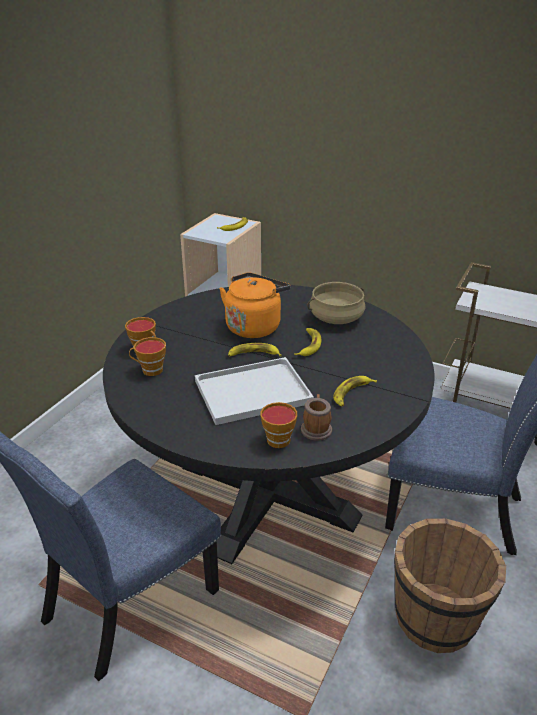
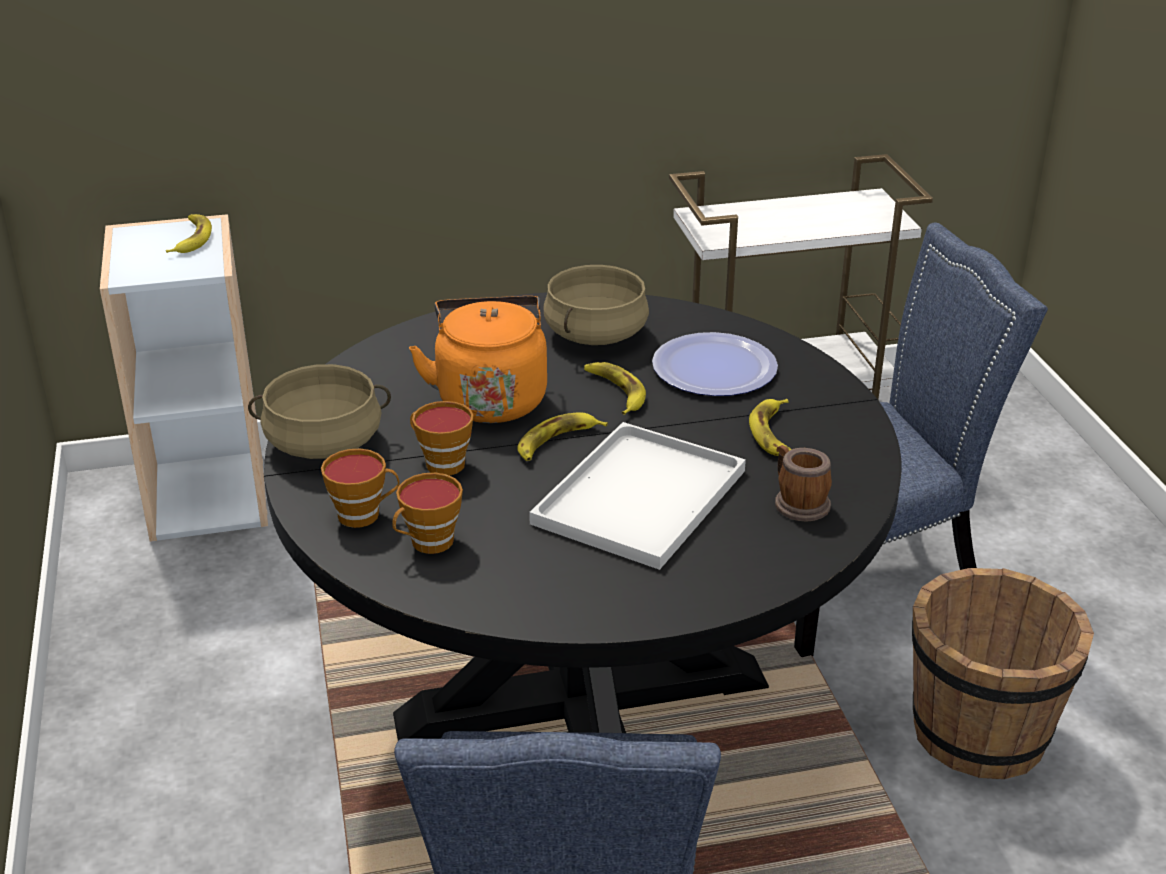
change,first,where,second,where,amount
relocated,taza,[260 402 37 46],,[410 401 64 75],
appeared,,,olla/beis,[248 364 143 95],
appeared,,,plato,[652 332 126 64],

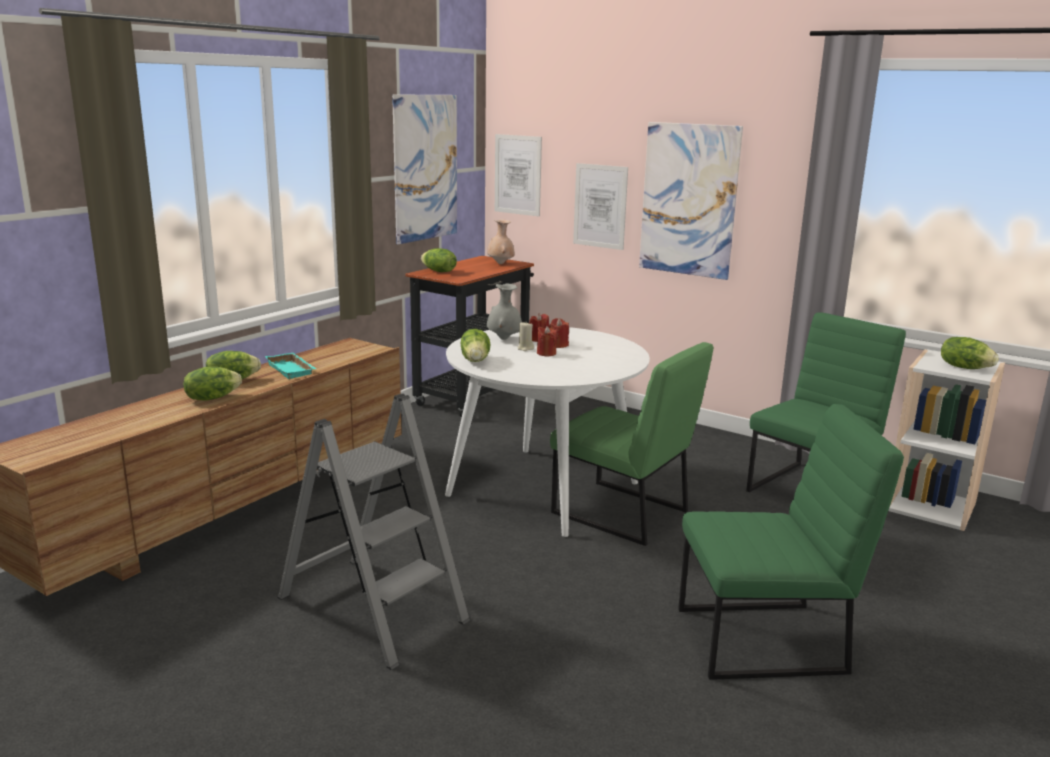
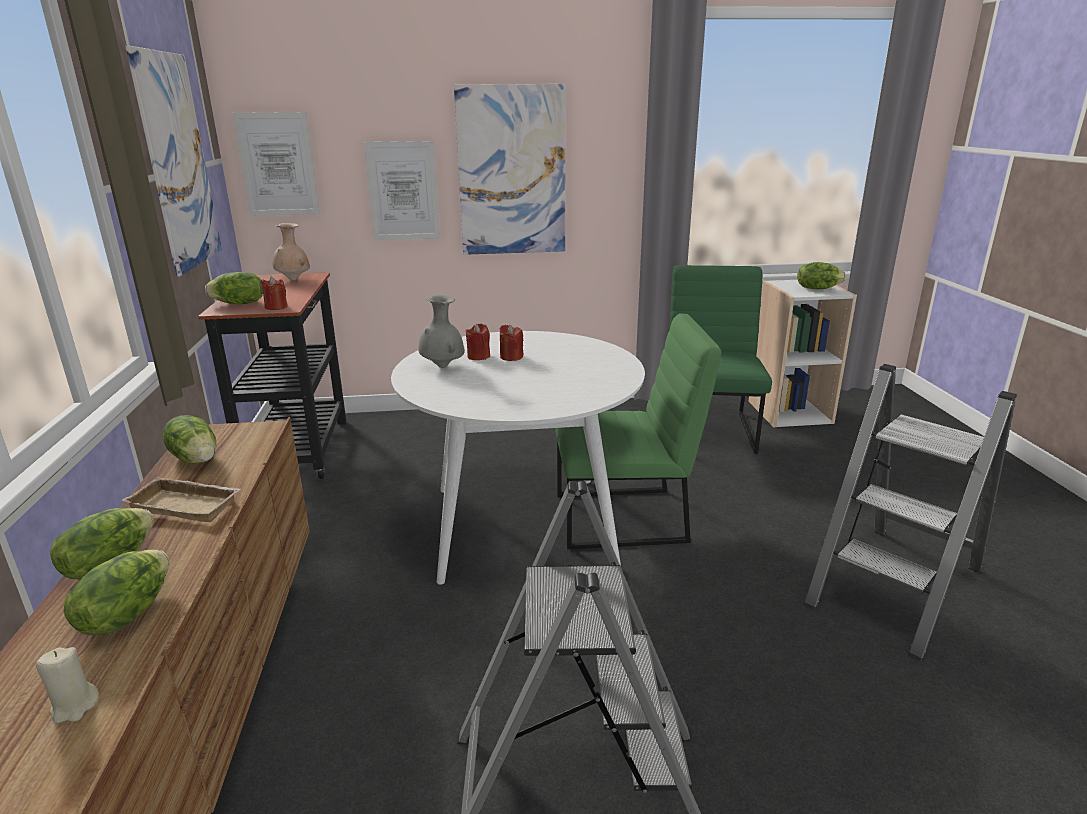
change,first,where,second,where,amount
colour,bandeja/turquesa,[265 353 51 26],bandeja/beis,[121 477 120 45],
relocated,lechuga,[461 329 29 33],,[163 415 54 48],
relocated,vela/beis,[518 322 16 29],,[36 647 63 76],
relocated,vela/rojo,[537 326 20 30],,[261 277 26 33],
exchanged,silla/verde,[678 404 226 276],escalera de tijera/gris,[804 364 213 297],

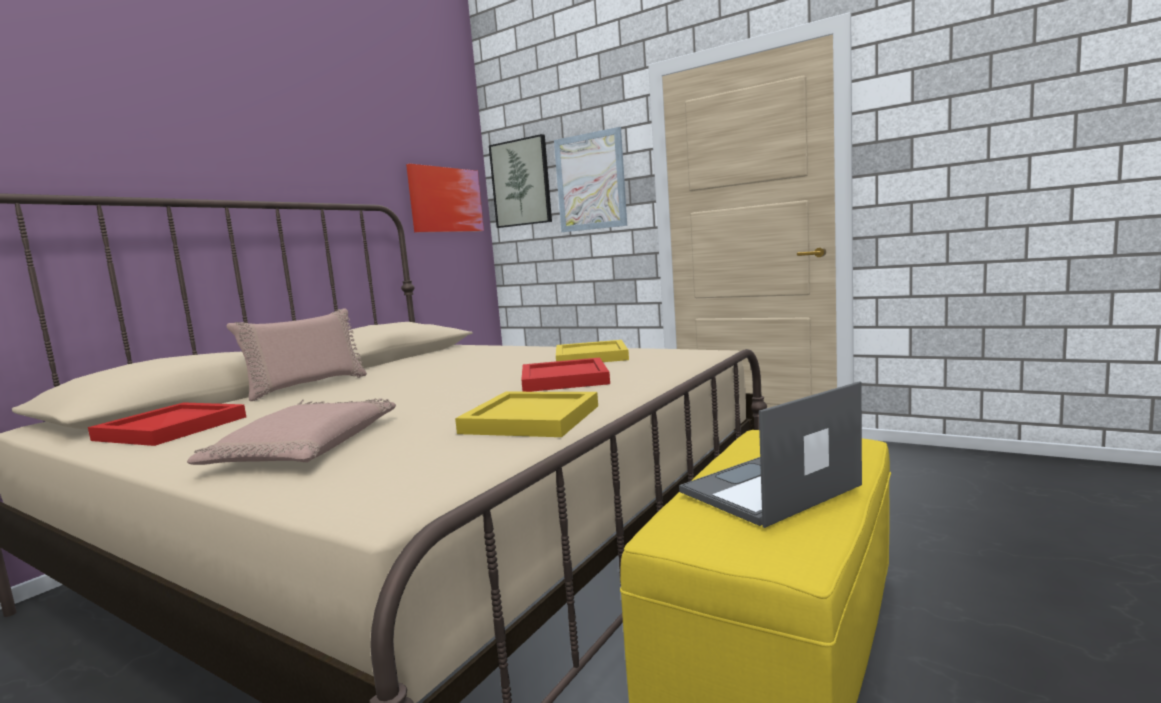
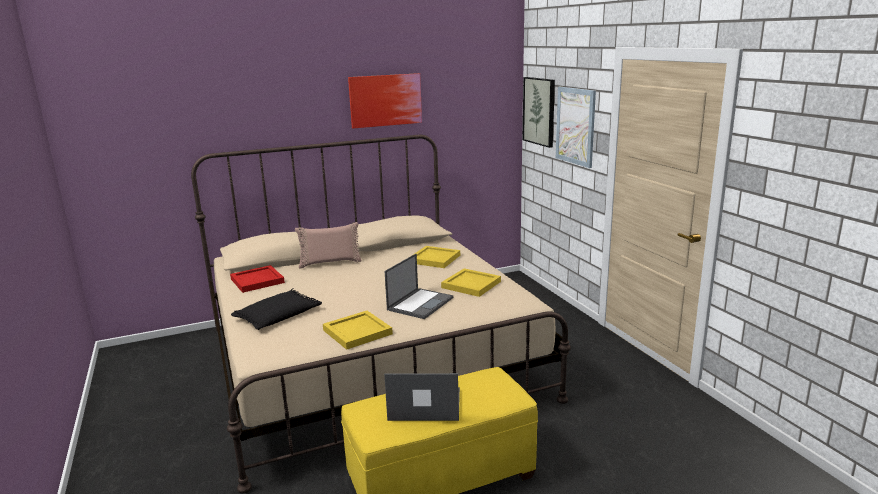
change,first,where,second,where,amount
colour,cojín/beis,[187 398 209 67],cojín/negro,[231 288 91 42],
relocated,cuadro,[406 164 78 68],,[348 73 74 56],
exchanged,bandeja/rojo,[521 358 89 34],portátil,[385 253 68 66],
appeared,,,bandeja/amarillo,[413 246 47 22],

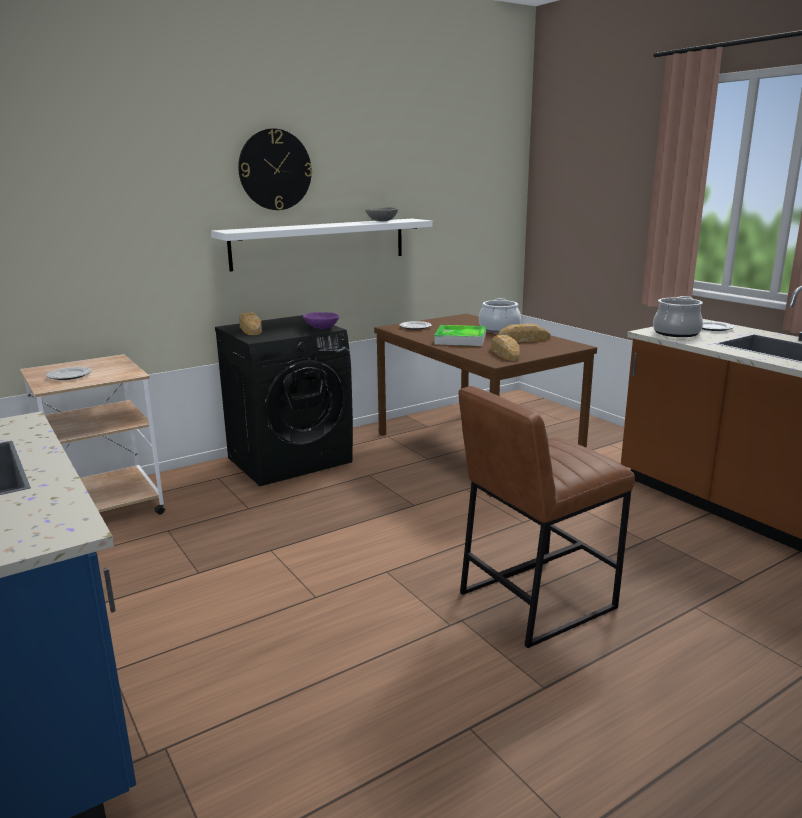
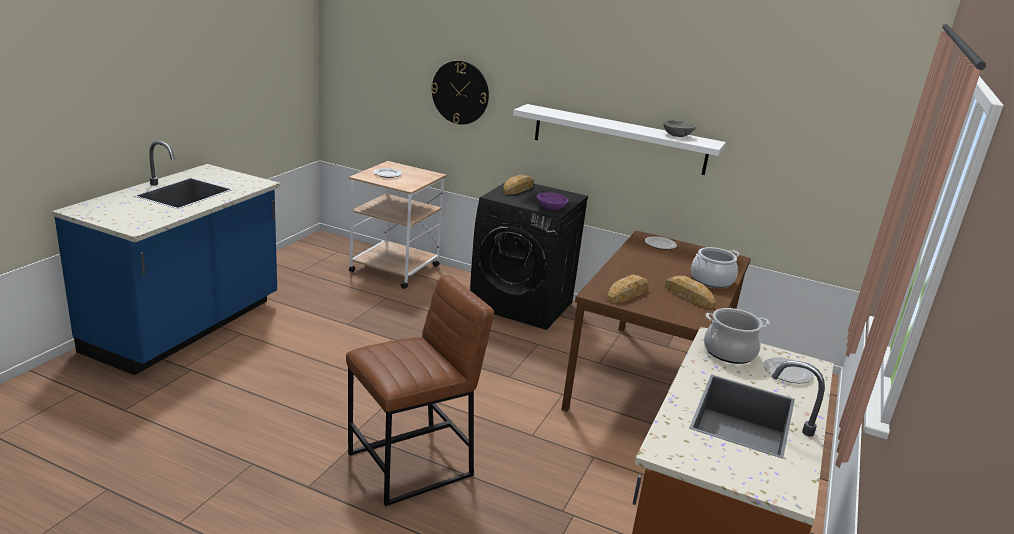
change,first,where,second,where,amount
relocated,reloj de pared,[238 128 74 82],,[431 61 58 64],
missing,bandeja,[434 325 52 21],,,
spun,silla/marrón,[459 386 176 262],,[346 275 148 231],120 degrees clockwise

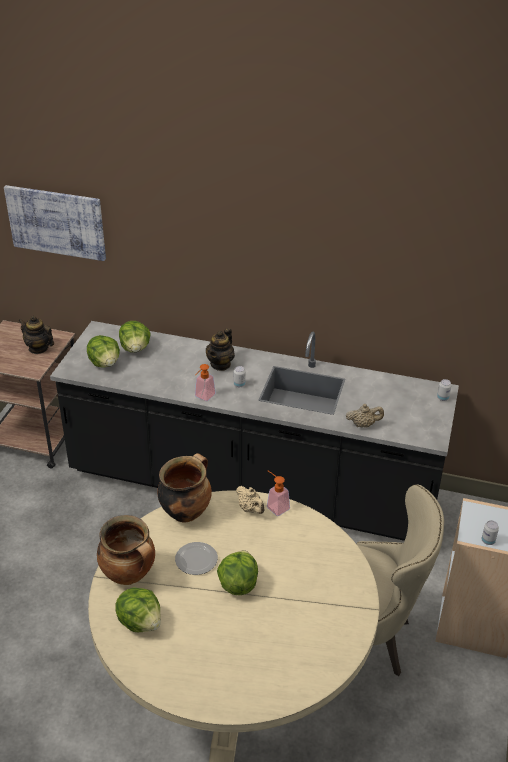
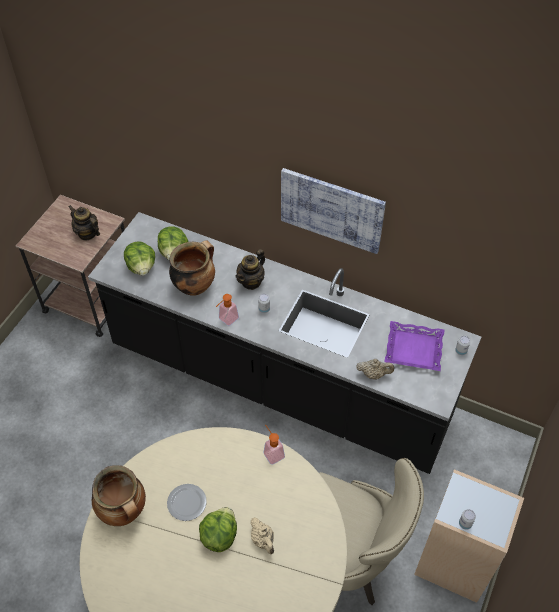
change,first,where,second,where,amount
relocated,cuadro,[4 185 102 76],,[281 168 105 86],
missing,lechuga,[115 587 46 45],,,
relocated,olla,[157 453 55 69],,[169 240 46 56],
relocated,tetera/beis,[236 486 28 28],,[250 517 24 37],
appeared,,,bandeja/morado,[384 321 61 50],

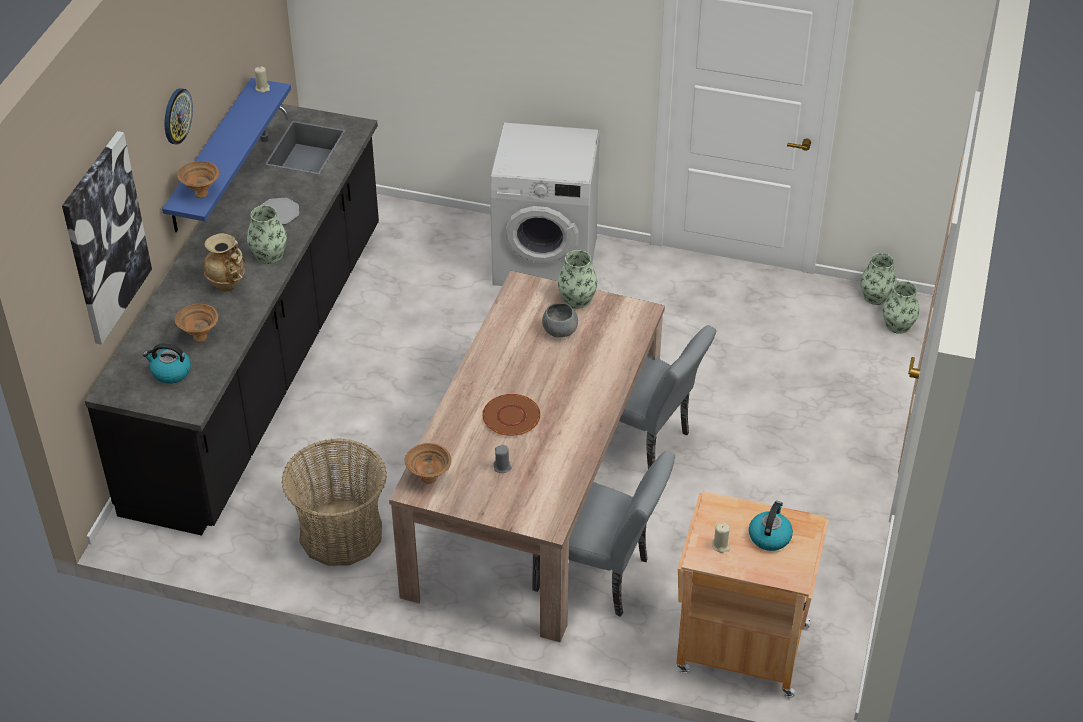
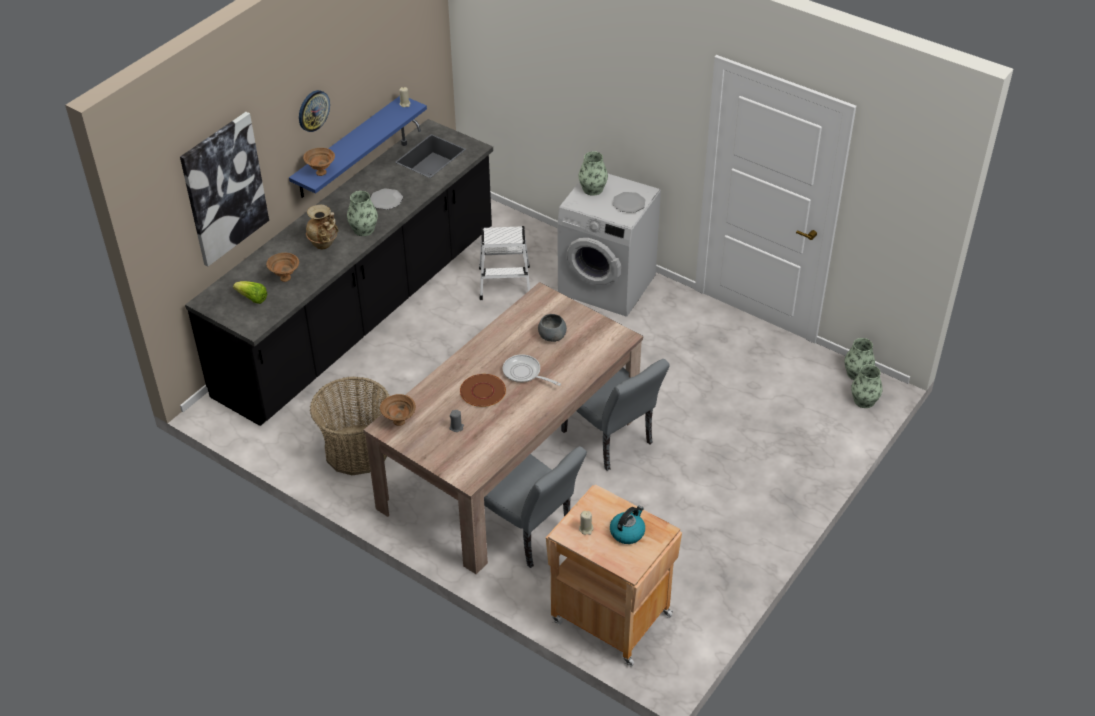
change,first,where,second,where,amount
exchanged,hervidor,[143 343 48 41],lechuga,[233 281 34 23],
relocated,florero,[558 250 40 59],,[579 151 29 45],
appeared,,,escalera de tijera/blanco,[479 226 51 74],
appeared,,,sartén,[503 354 58 32],
appeared,,,plato,[613 192 32 21],

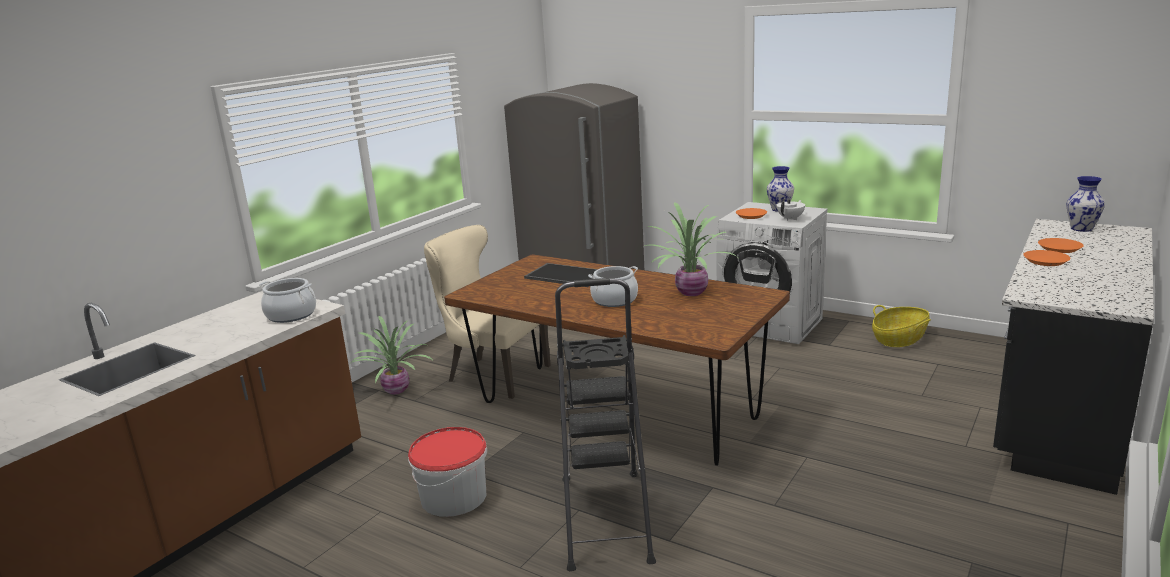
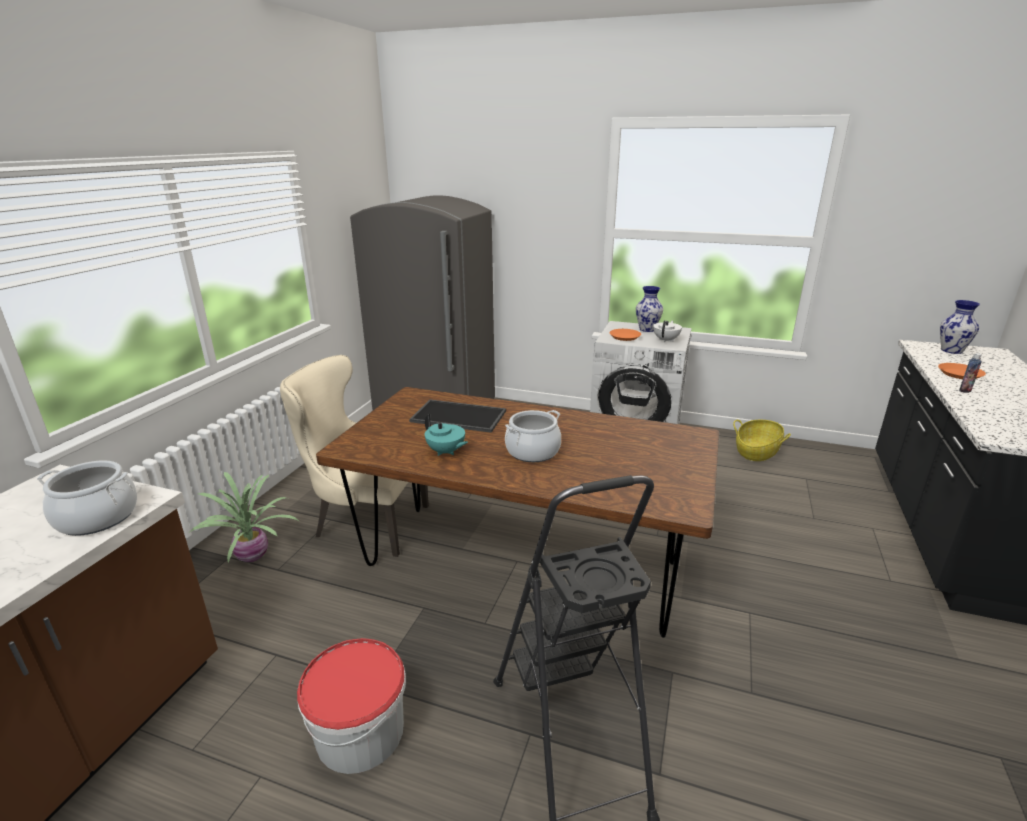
change,first,where,second,where,amount
missing,planta en maceta,[644 202 93 94],,,
exchanged,plato/naranja,[1023 250 48 16],botella,[959 353 23 40],
appeared,,,tetera/turquesa,[425 414 43 42],

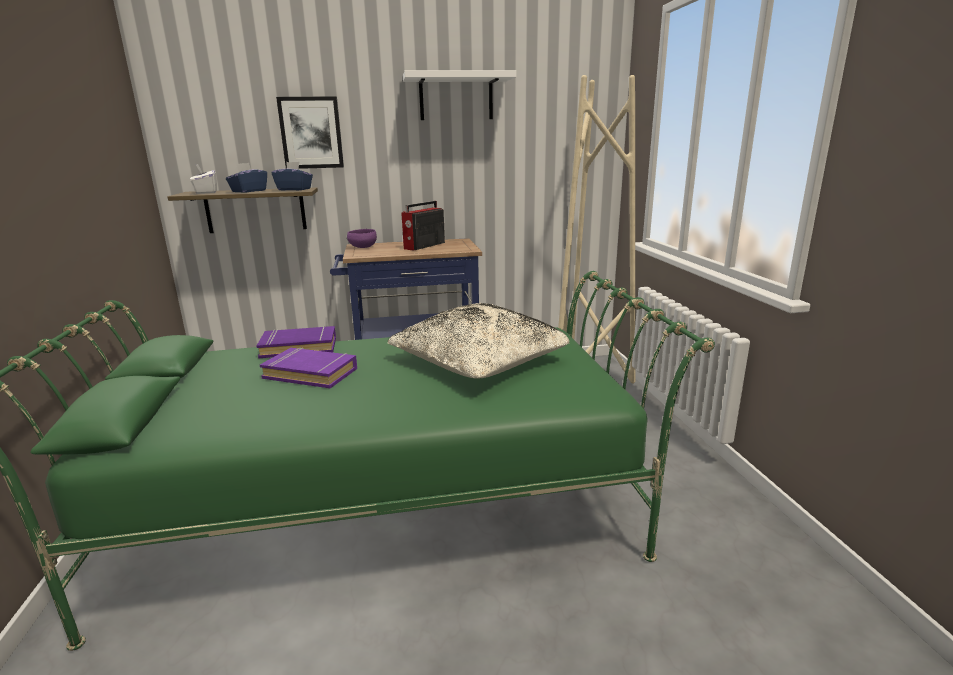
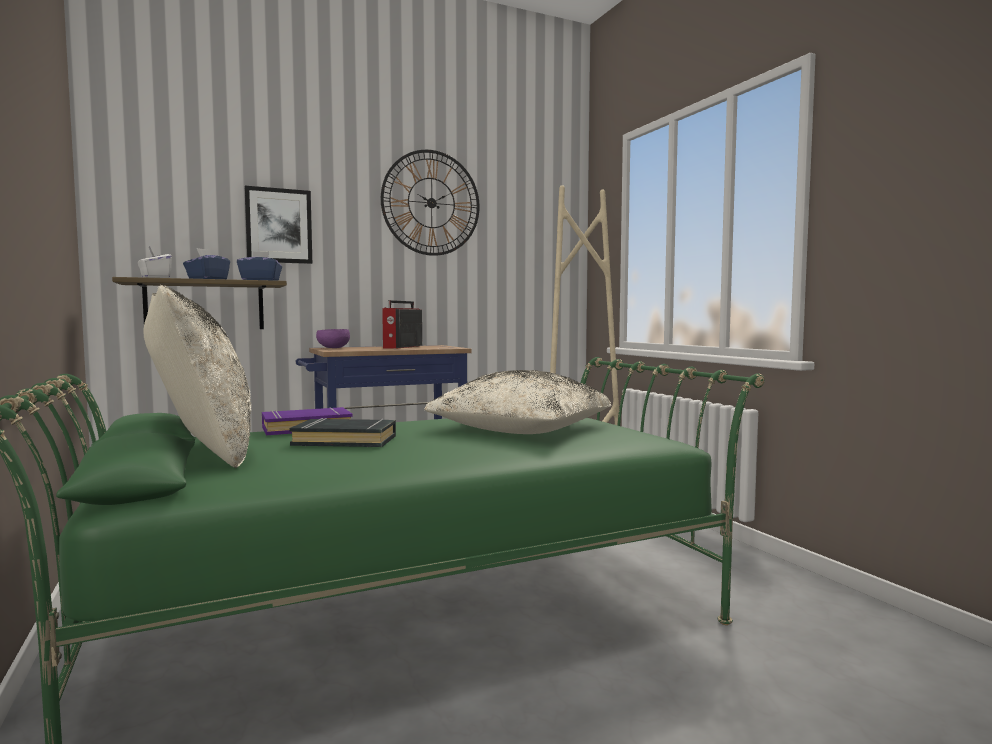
change,first,where,second,where,amount
colour,libro/morado,[260 347 97 41],libro/negro,[290 418 106 29],
exchanged,estante/blanco,[403 70 113 50],reloj de pared,[381 150 99 106],
appeared,,,cojín/beis,[143 285 109 183],

